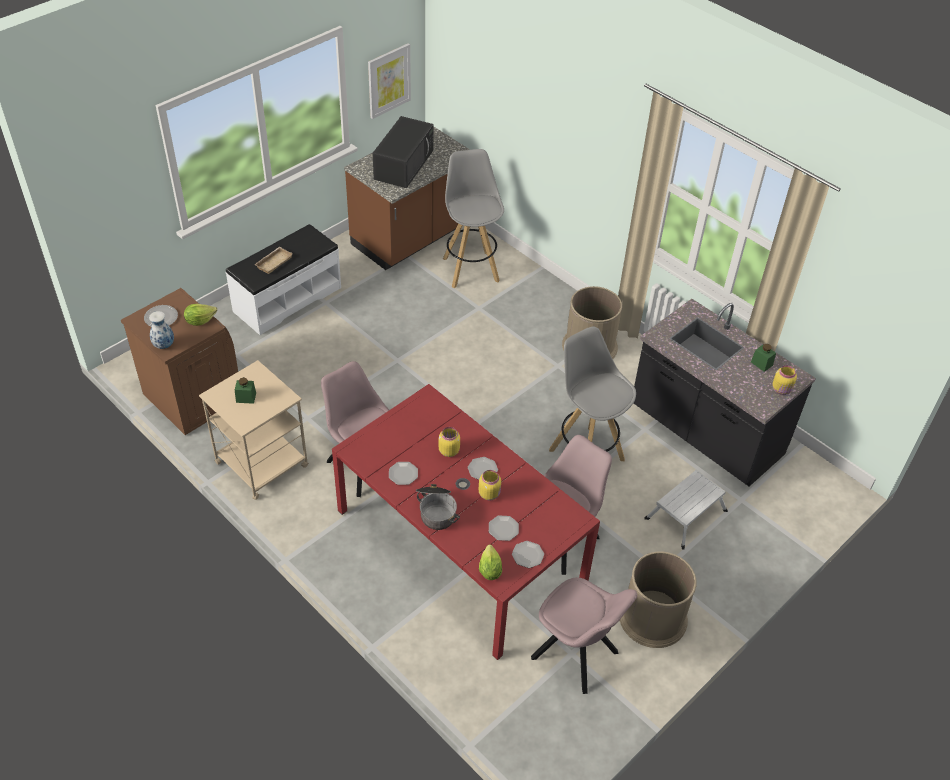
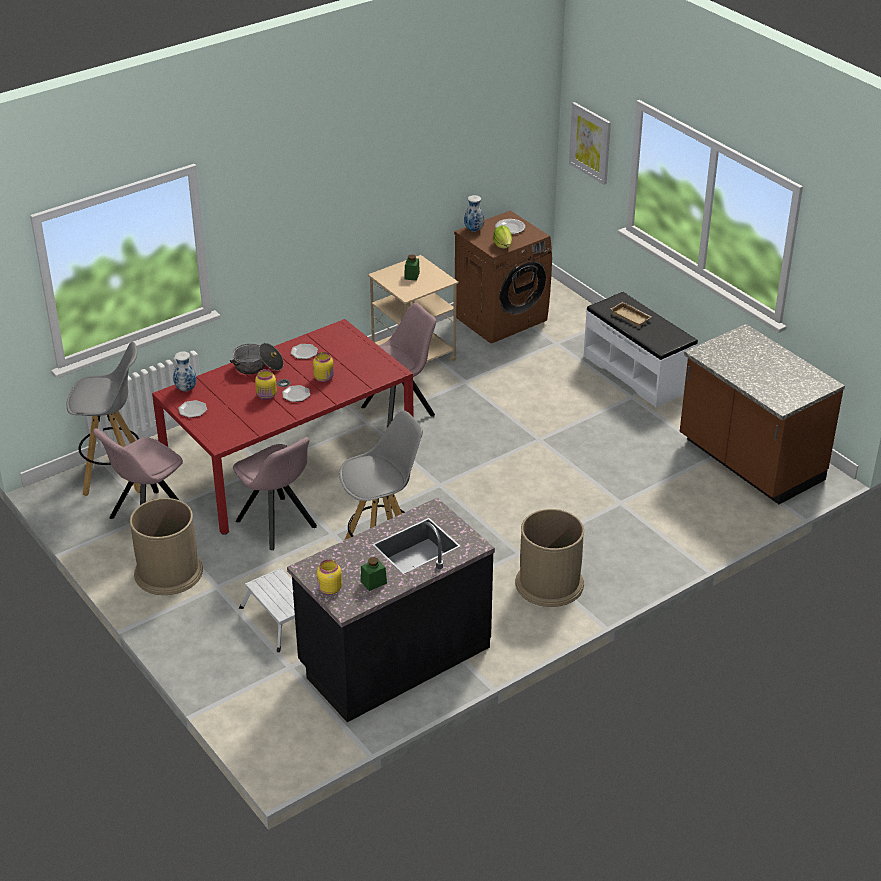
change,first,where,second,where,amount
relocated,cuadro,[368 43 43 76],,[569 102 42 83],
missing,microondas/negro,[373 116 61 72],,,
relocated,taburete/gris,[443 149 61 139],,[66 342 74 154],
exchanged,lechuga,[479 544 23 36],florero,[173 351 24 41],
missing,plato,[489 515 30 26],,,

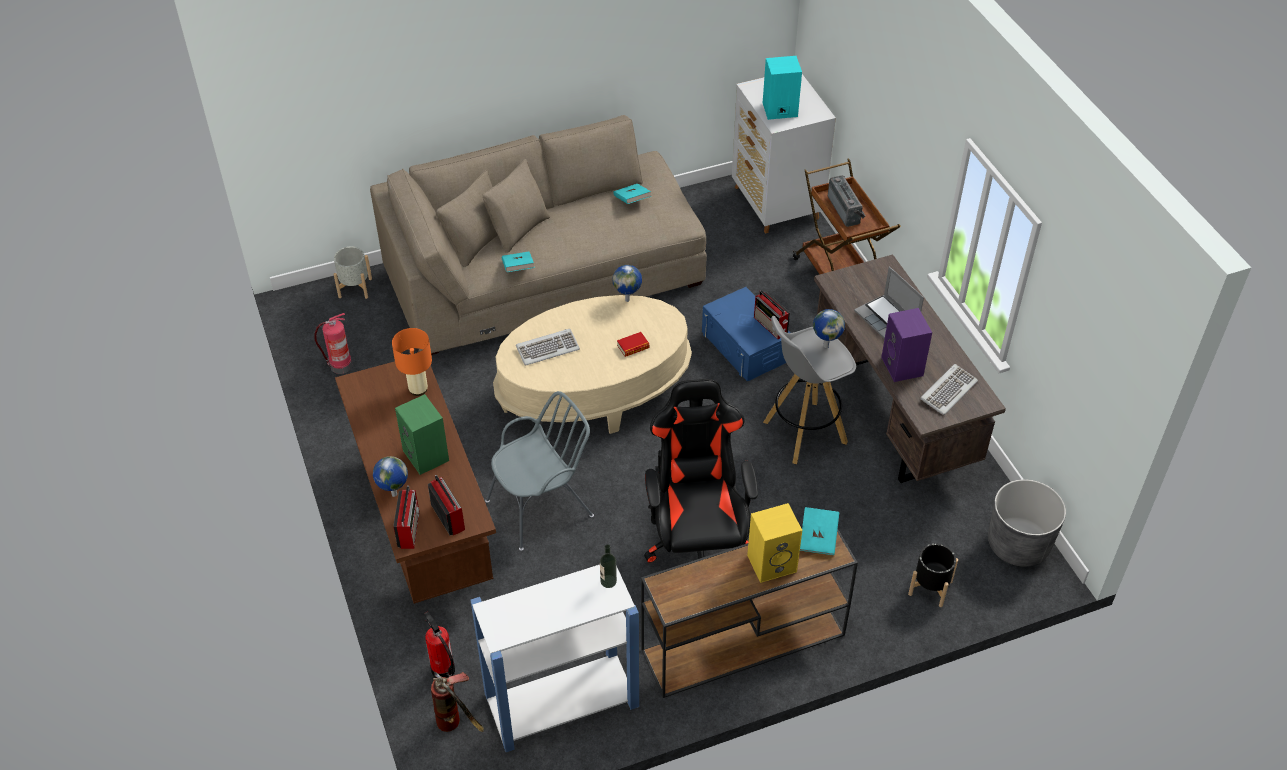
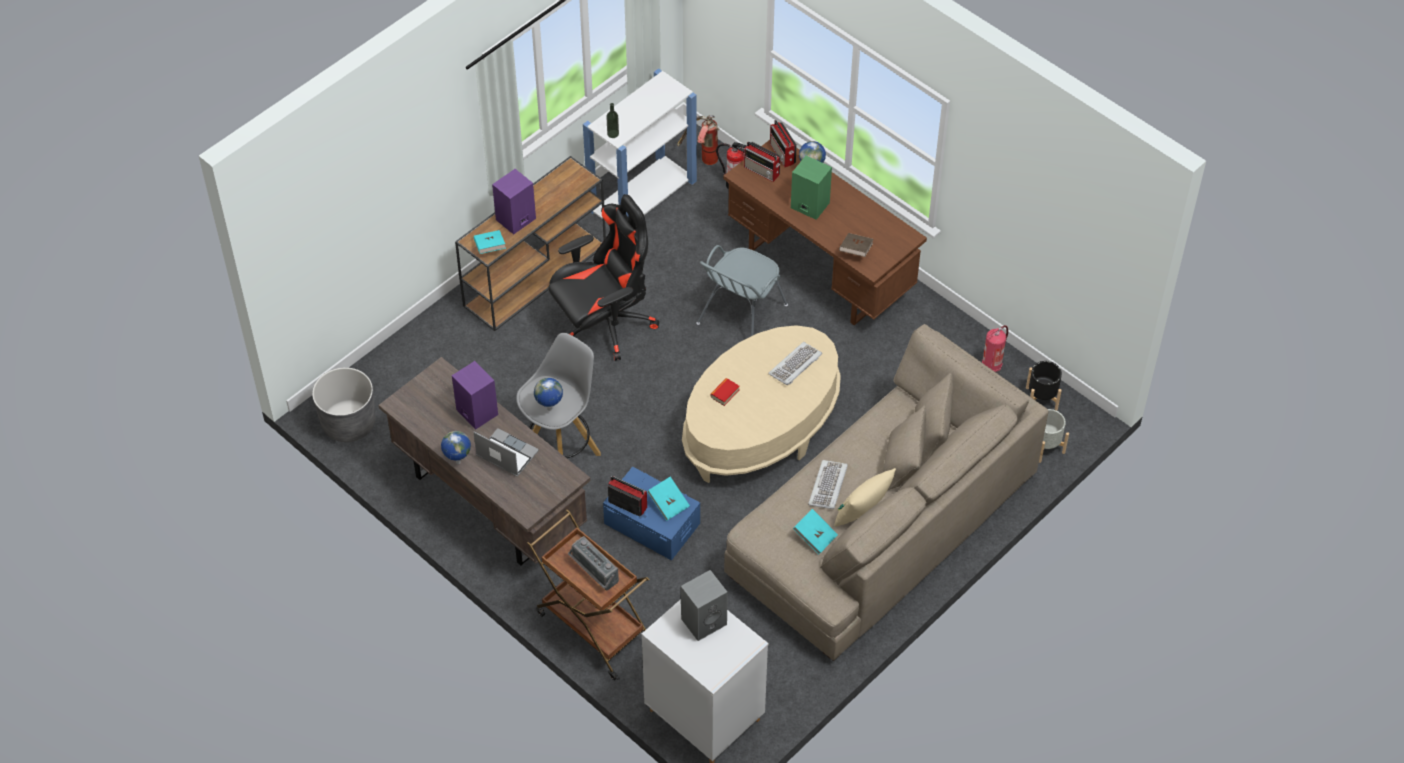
change,first,where,second,where,amount
exchanged,lámpara de mesa/naranja,[392 328 40 68],libro/marrón,[839 233 35 24],
relocated,libro/turquesa,[502 252 33 20],,[647 477 43 44],
relocated,globo terráqueo,[613 265 29 37],,[441 431 30 33],
spun,silla de oficina/negro,[644 379 114 184],,[548 194 111 167],90 degrees counterclockwise
colour,altavoz/amarillo,[747 503 55 80],altavoz/morado,[492 169 44 66],
colour,altavoz/turquesa,[763 56 39 64],altavoz/gris,[681 570 47 71],
relocated,maceta/negro,[908 544 50 63],,[1026 361 36 50],
relocated,teclado,[920 364 58 51],,[808 460 40 49],
appeared,,,cojín/beis,[834 468 62 59],

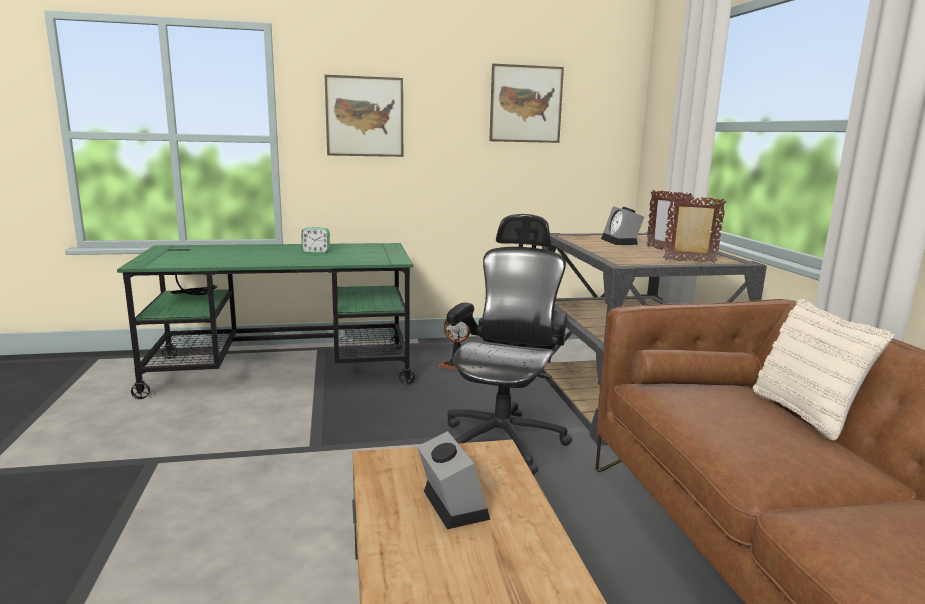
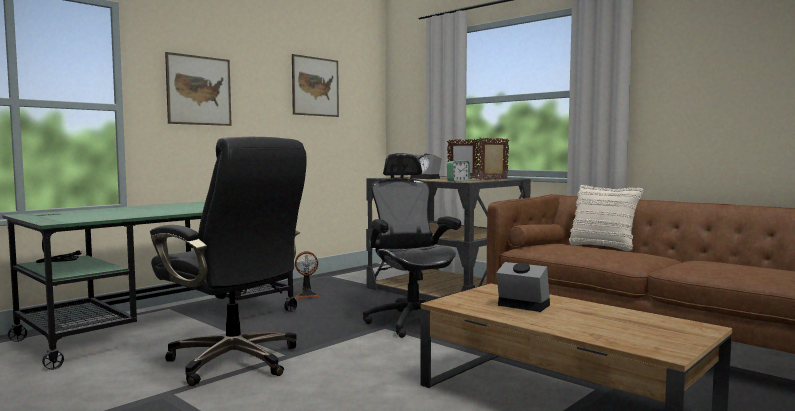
change,first,where,second,where,amount
relocated,despertador,[301 227 29 26],,[447 161 23 21],
appeared,,,silla de oficina/negro,[150 137 157 249],

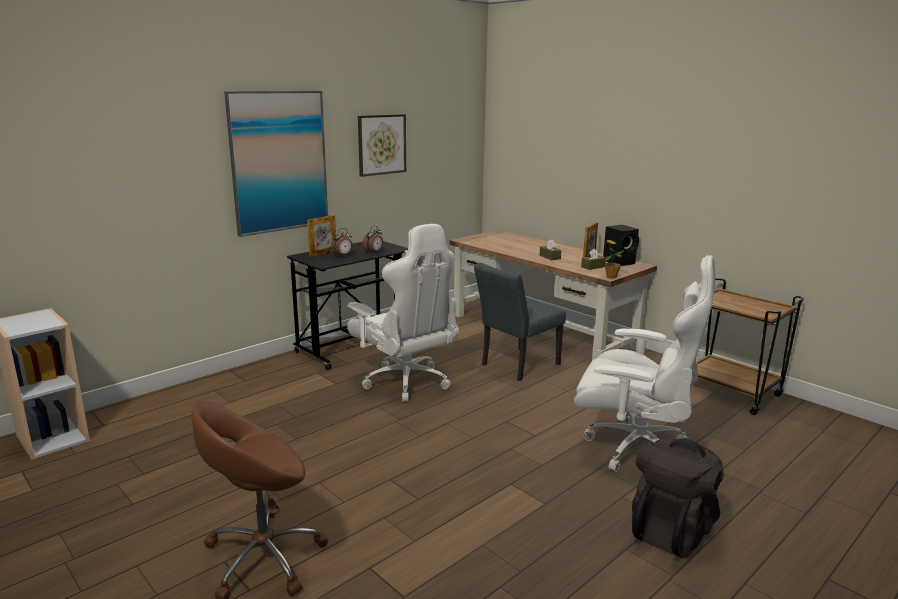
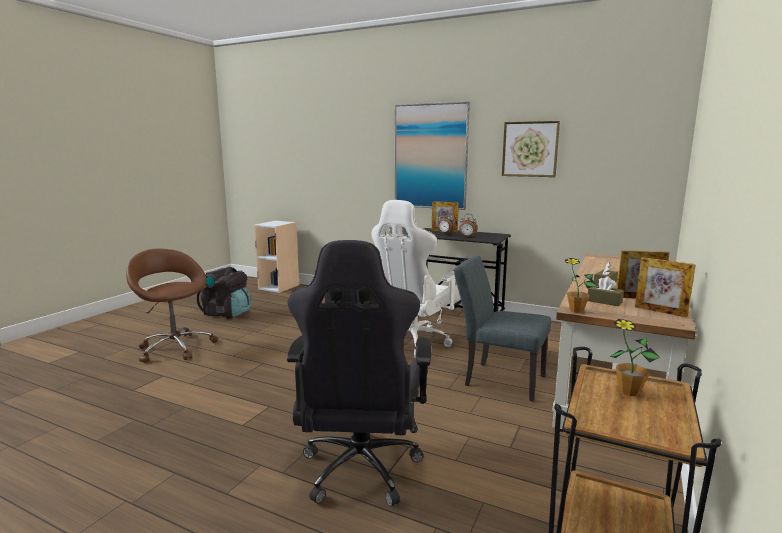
change,first,where,second,where,amount
colour,silla de oficina/blanco,[574 255 141 217],silla de oficina/negro,[287 240 144 266],
exchanged,altavoz/negro,[603 225 36 41],portarretratos,[635 257 61 60],
relocated,mochila/negro,[632 439 92 119],,[197 267 54 52],
appeared,,,planta en maceta,[610 319 50 77],

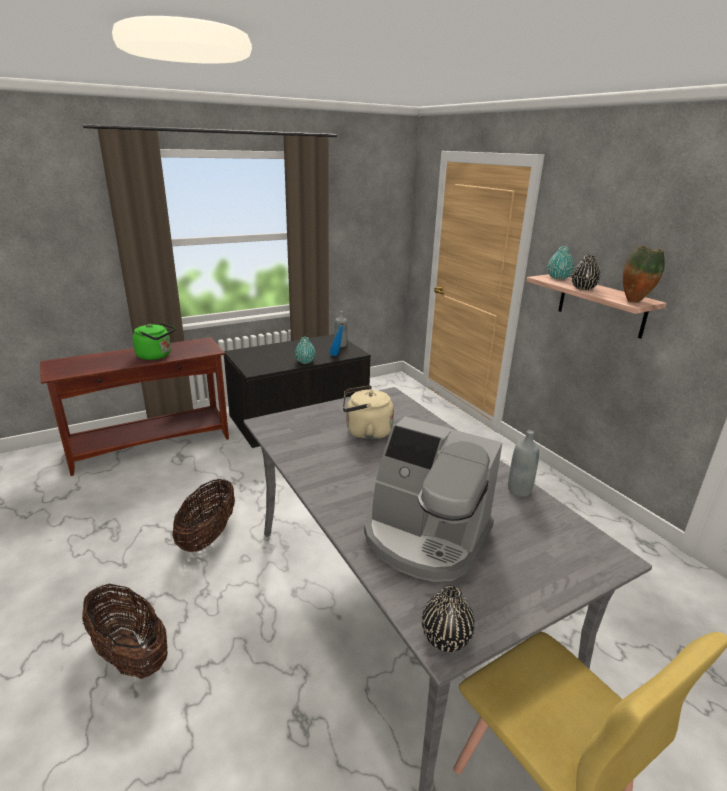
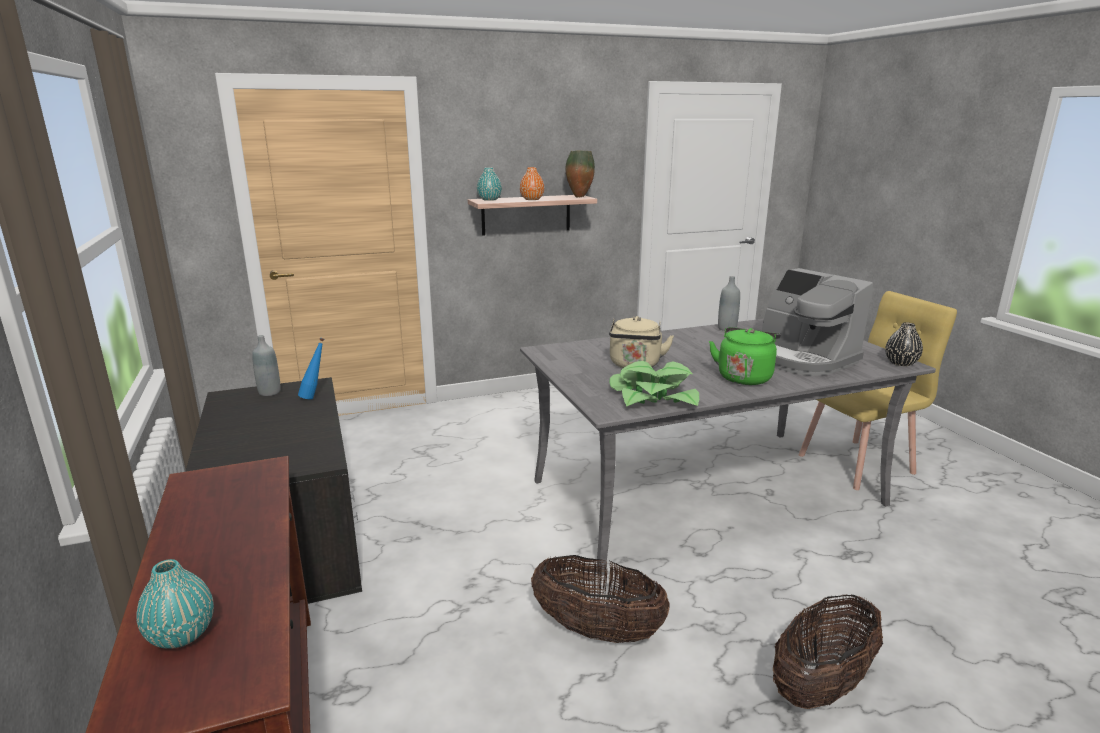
change,first,where,second,where,amount
relocated,hervidor/verde,[132 322 44 38],,[709 327 72 58],
relocated,florero/turquesa,[295 337 20 27],,[136 559 78 90],
spun,cafetera,[364 416 138 166],,[762 268 111 108],105 degrees clockwise
colour,florero/negro,[572 254 28 36],florero/naranja,[520 167 24 33],
appeared,,,planta en maceta,[609 361 90 46],

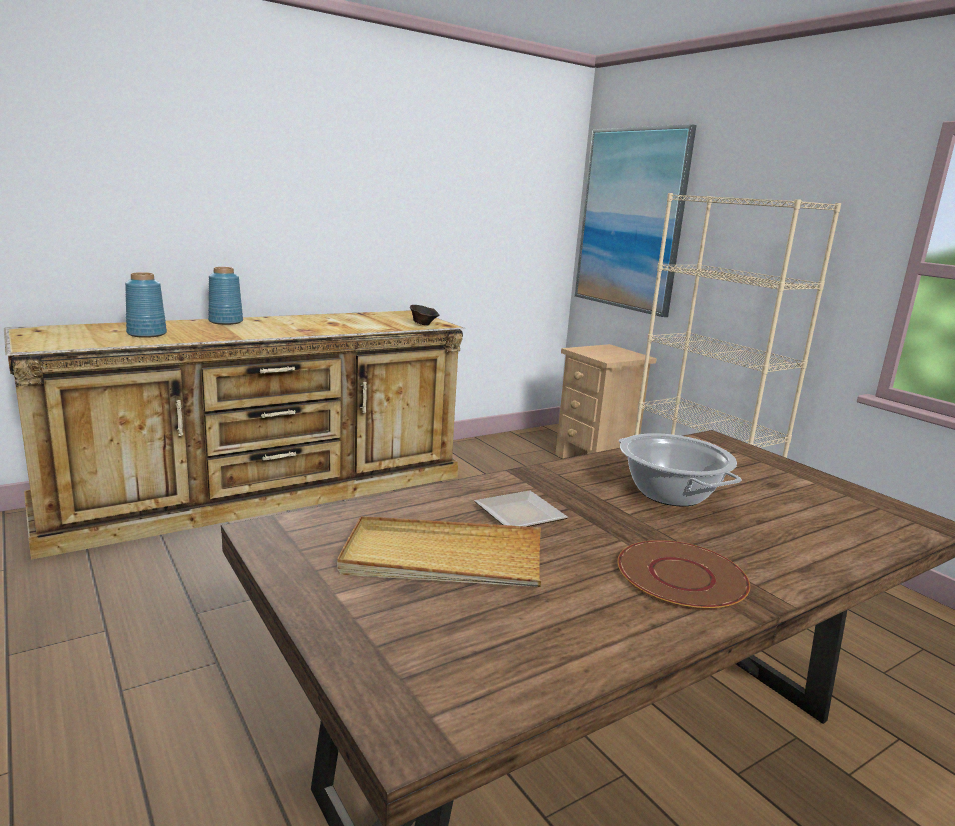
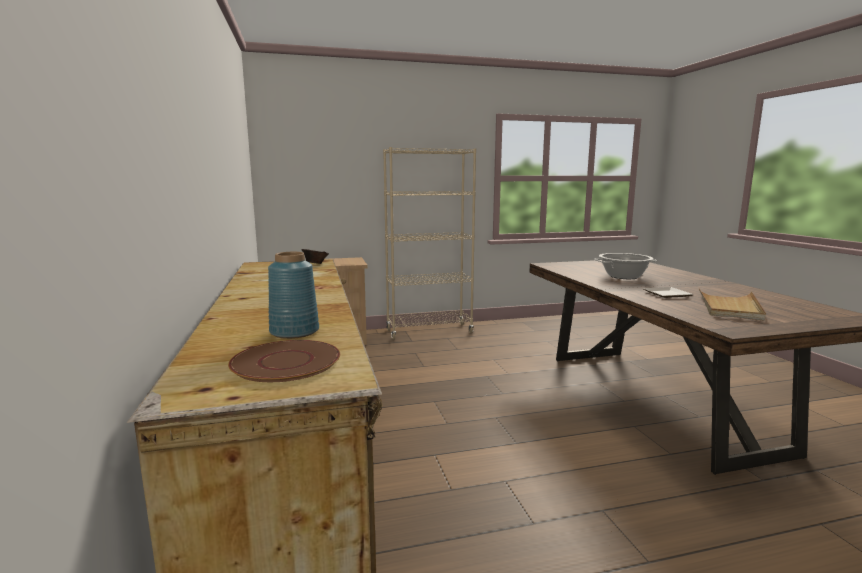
change,first,where,second,where,amount
missing,florero/azul,[208 267 35 58],,,
missing,cuadro,[575 124 121 193],,,
relocated,plato/marrón,[617 540 133 70],,[228 340 112 42],

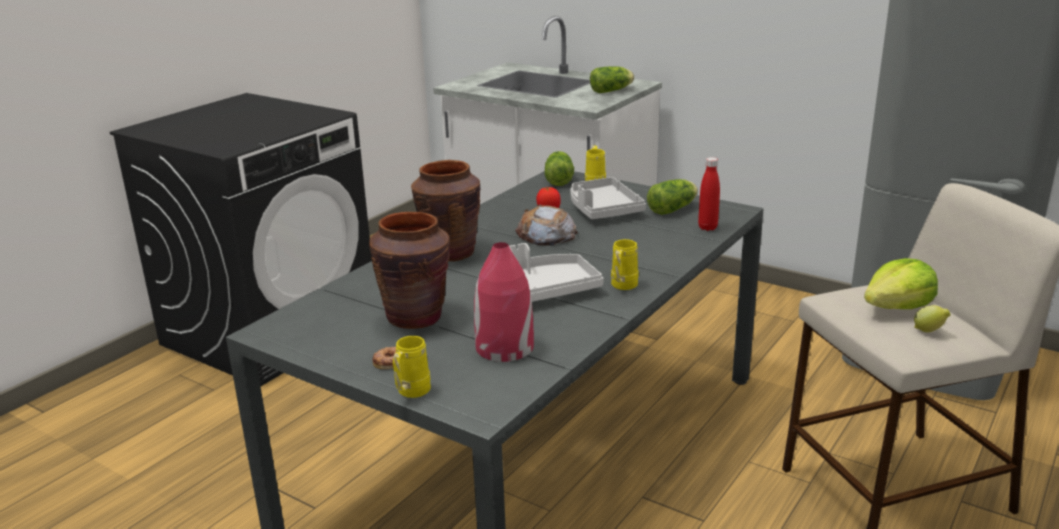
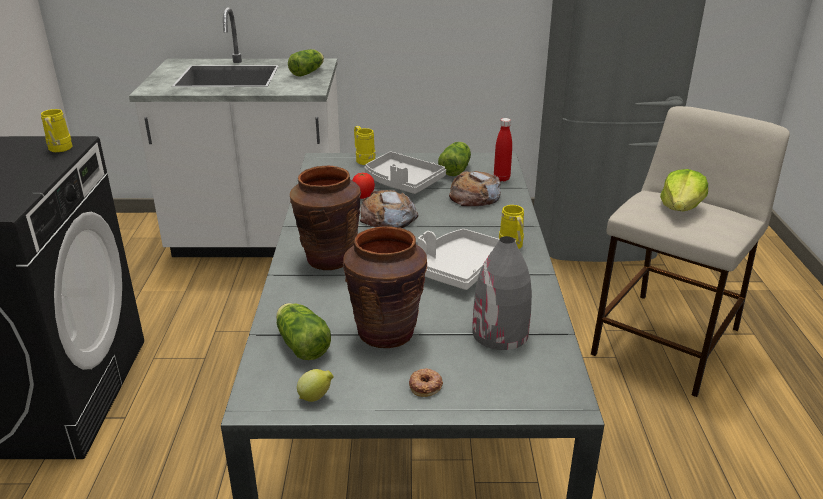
change,first,where,second,where,amount
relocated,taza grande/amarillo,[393 336 38 62],,[41 109 32 43],
colour,florero/rojo,[474 242 60 120],florero/gris,[472 236 60 114],
relocated,lechuga,[545 151 29 35],,[276 303 55 57],
relocated,limón,[914 305 37 27],,[297 369 37 33],
appeared,,,pan,[449 171 52 35],

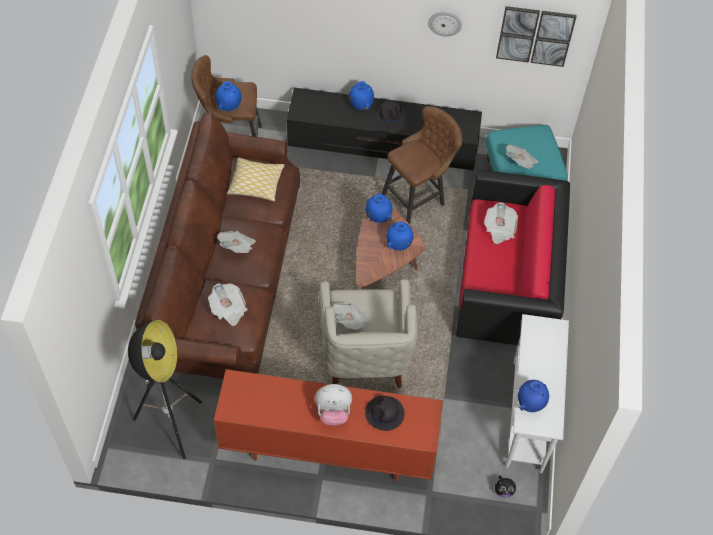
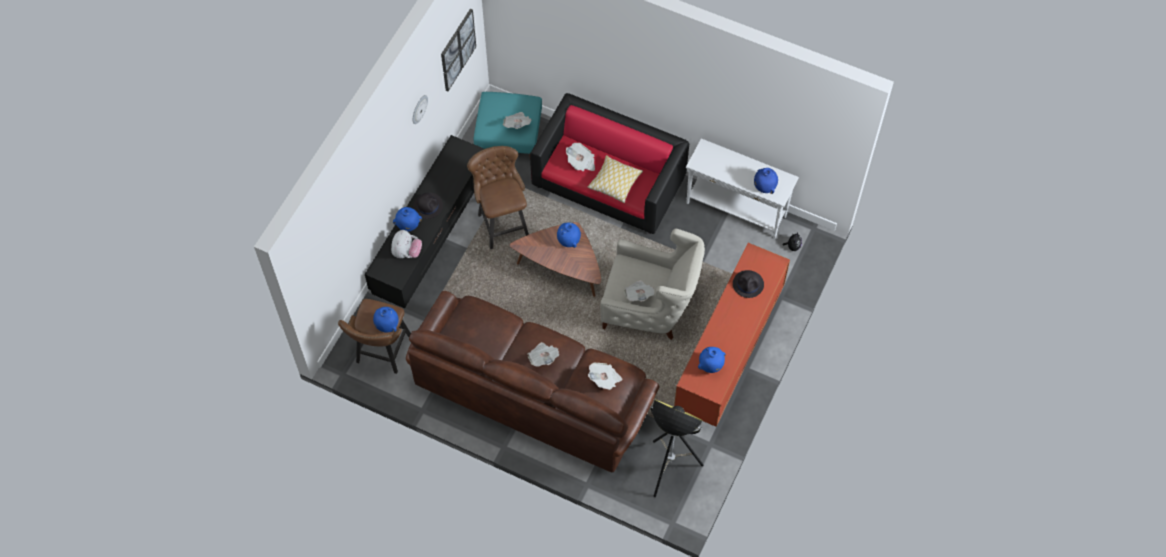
change,first,where,second,where,amount
relocated,cojín,[227 158 58 44],,[588 155 55 48],
relocated,peluche,[315 384 37 42],,[391 230 31 28],
relocated,florero/azul,[366 194 26 29],,[698 347 28 26],

